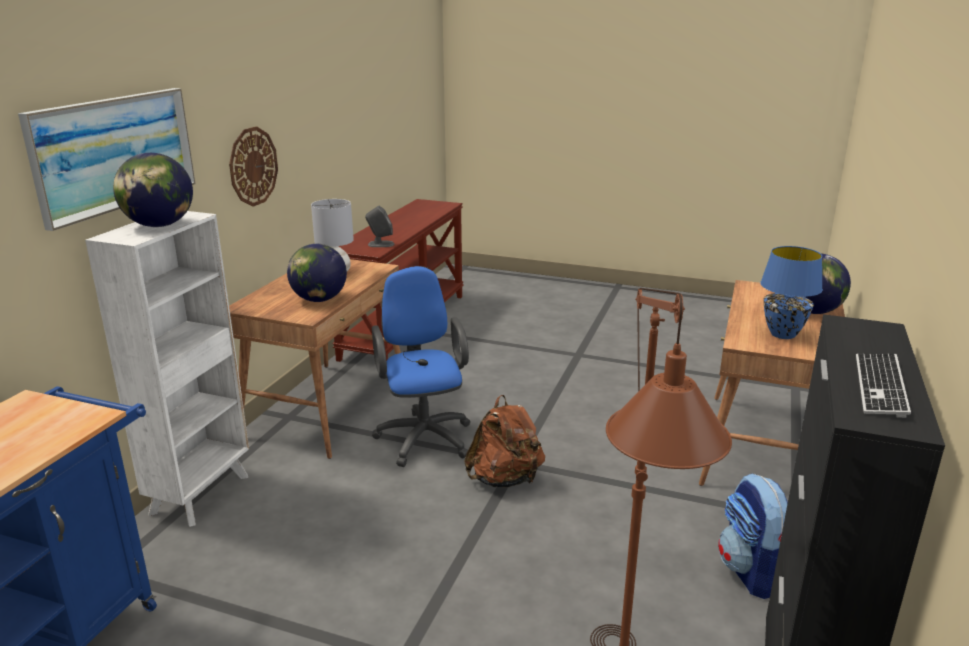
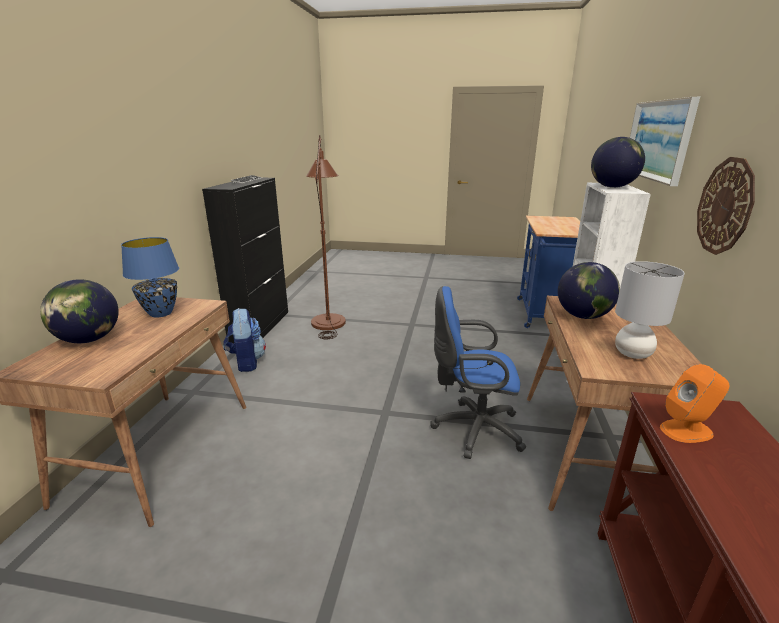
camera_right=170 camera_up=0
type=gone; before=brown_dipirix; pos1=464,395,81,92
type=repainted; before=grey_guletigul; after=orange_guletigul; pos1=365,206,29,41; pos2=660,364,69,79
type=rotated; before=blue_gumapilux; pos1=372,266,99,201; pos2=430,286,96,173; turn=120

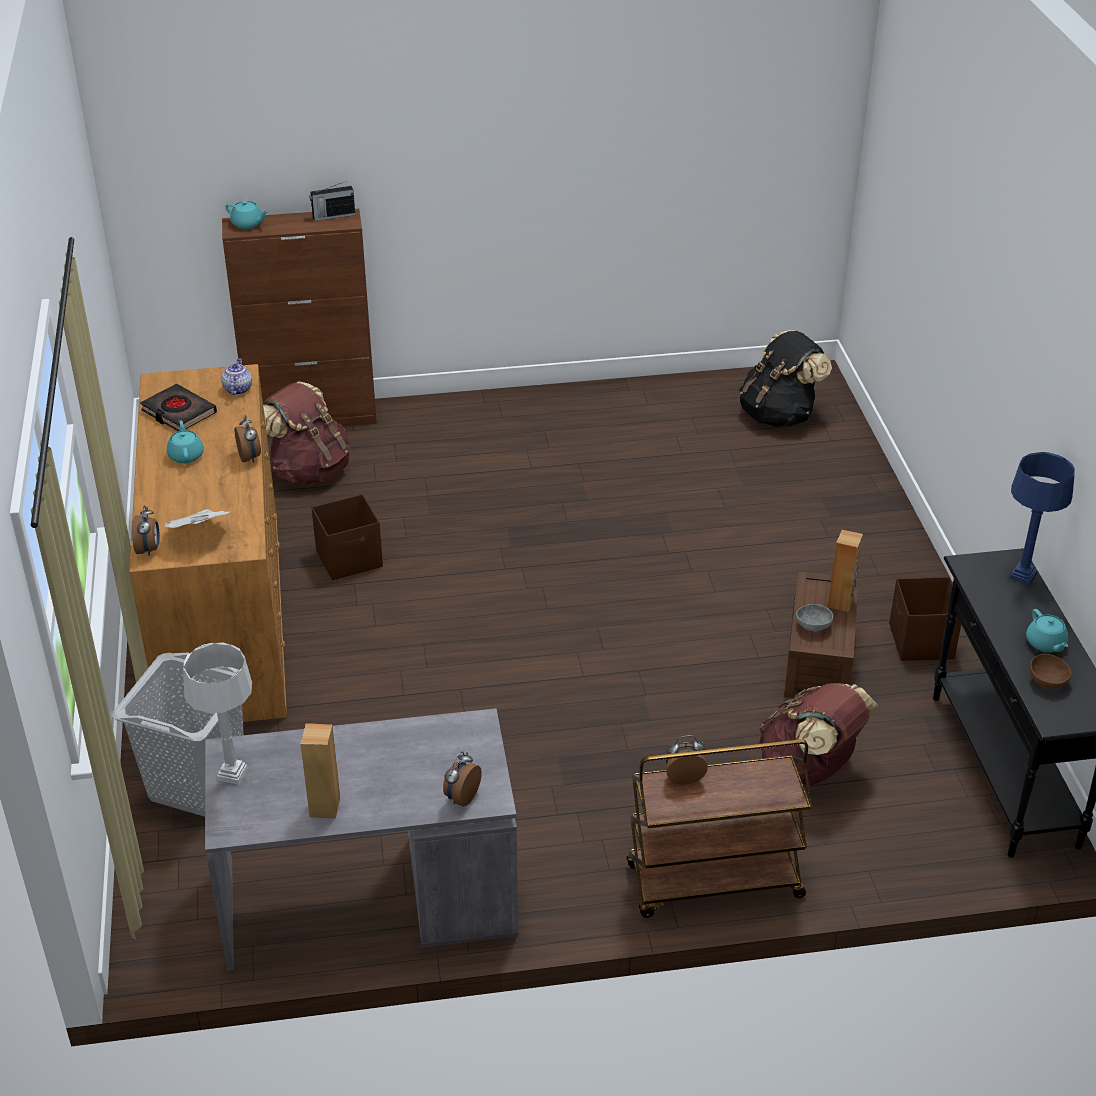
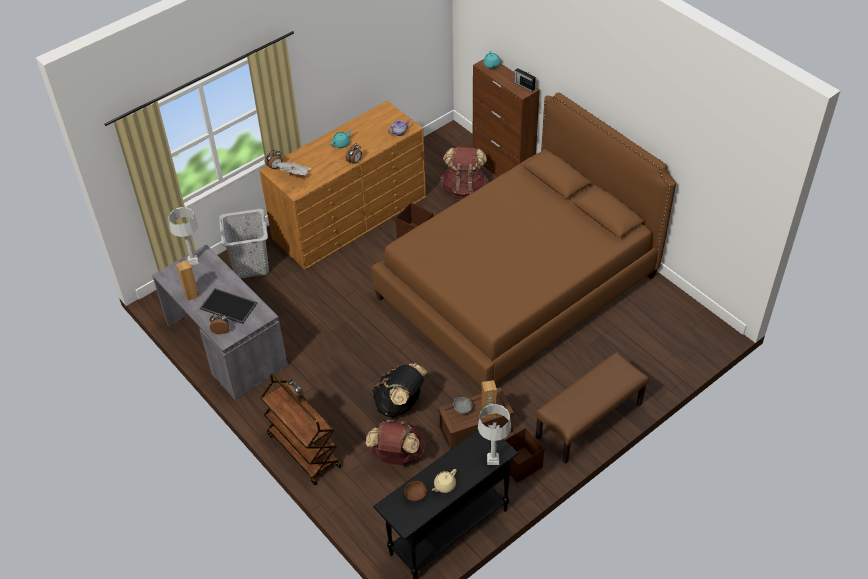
camera_right=60 camera_up=10
type=gone; before=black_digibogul; pos1=140,384,77,47
type=new; after=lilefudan; pos2=200,288,57,36
type=new; after=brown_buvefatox; pos2=372,93,304,297
type=new; after=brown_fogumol; pos2=536,352,113,112
type=shifted; before=black_dipirix; pos1=739,330,93,96; pos2=372,363,56,54
type=repainted; before=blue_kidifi; after=grey_kidifi; pos1=1009,452,66,134; pos2=478,404,33,61
type=repainted; before=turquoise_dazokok; after=beige_dazokok; pos1=1026,609,42,43; pos2=432,469,25,24

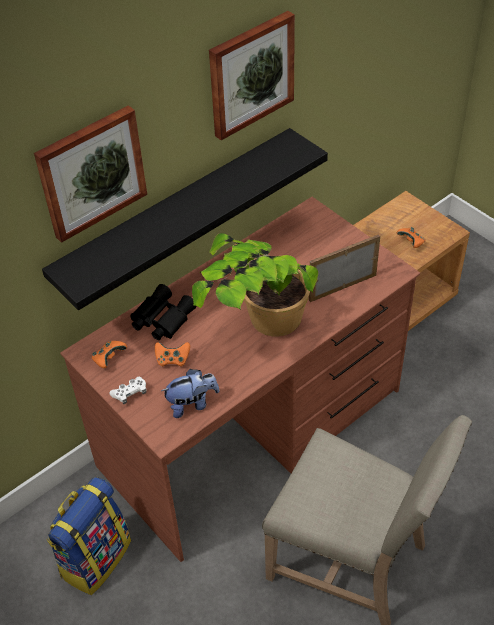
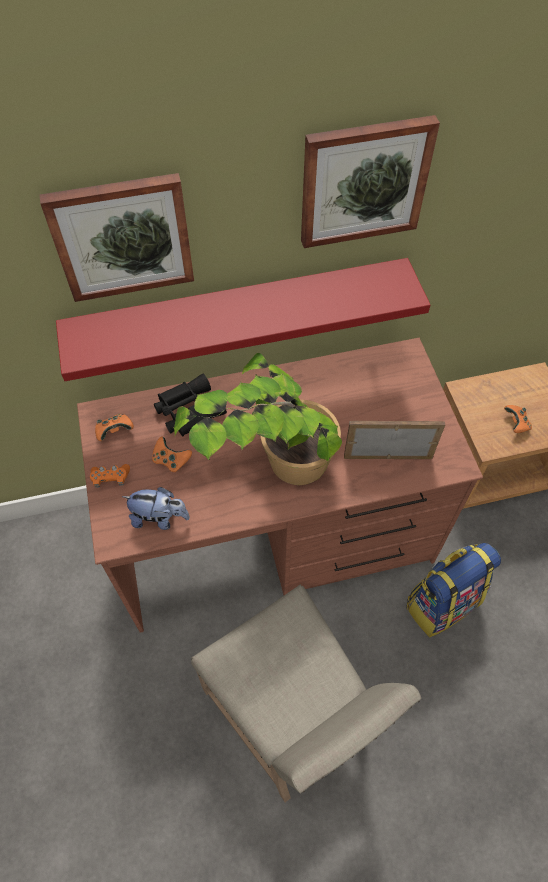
camera_right=25 camera_up=10
type=shifted; before=dipirix; pos1=47,477,84,118; pos2=407,543,94,94
type=repainted; before=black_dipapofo; after=red_dipapofo; pos1=42,128,286,182; pos2=56,258,374,123
type=repainted; before=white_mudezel; after=orange_mudezel; pos1=110,377,36,27; pos2=90,464,40,24

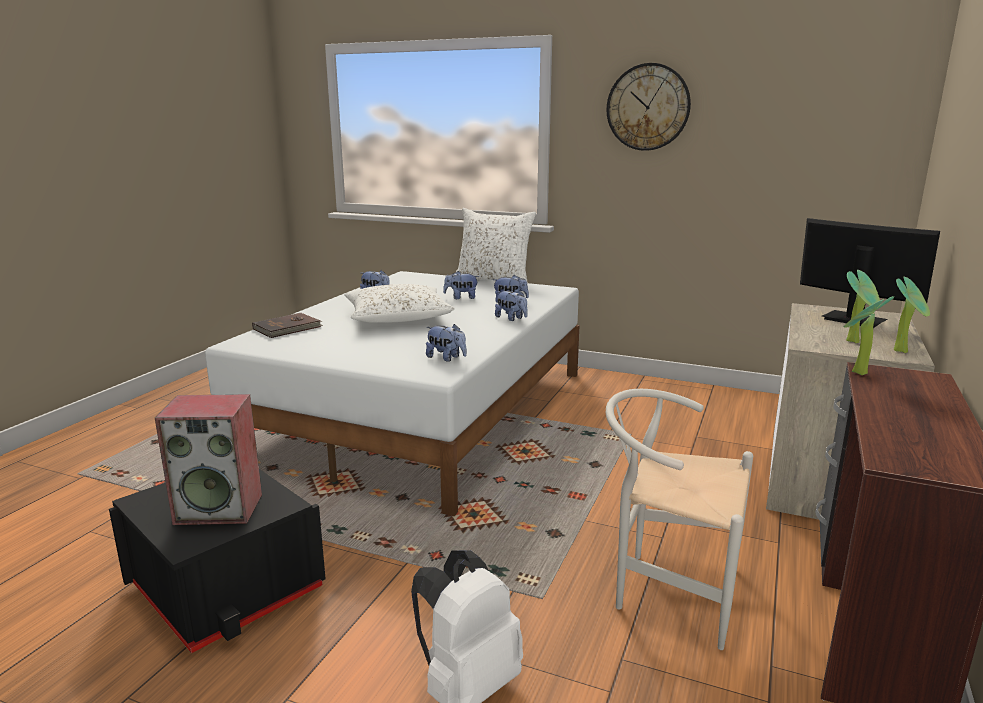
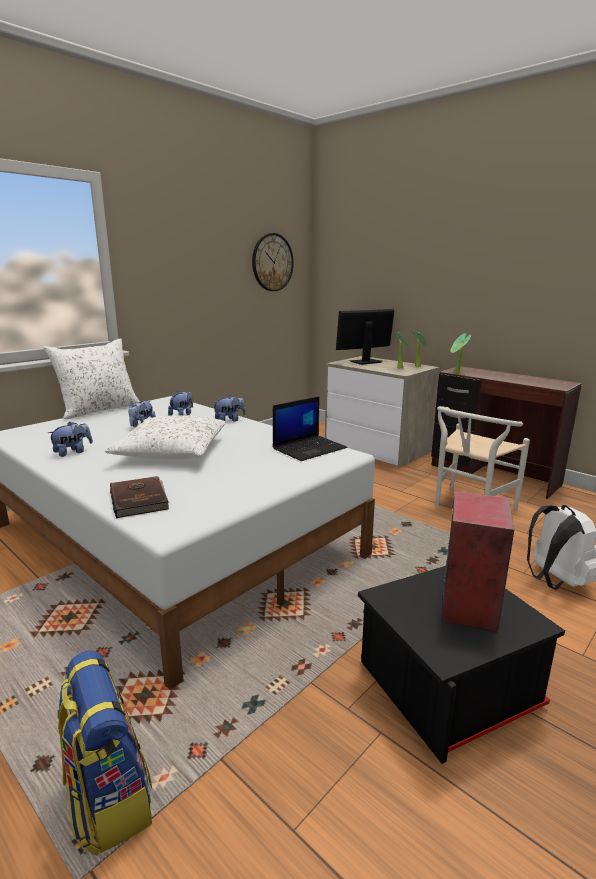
camera_right=-70 camera_up=0
type=new; after=dipirix; pos2=58,651,94,205
type=shifted; before=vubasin; pos1=606,63,85,88; pos2=252,233,42,58
type=swapped; before=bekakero; after=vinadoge; pos1=426,324,41,38; pos2=273,396,74,65

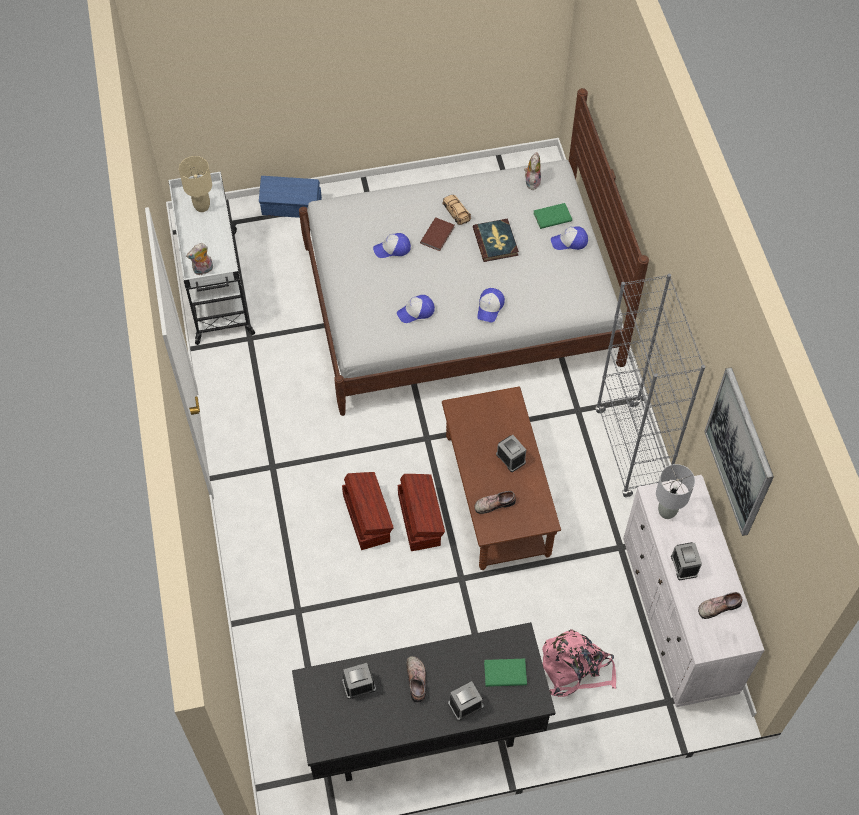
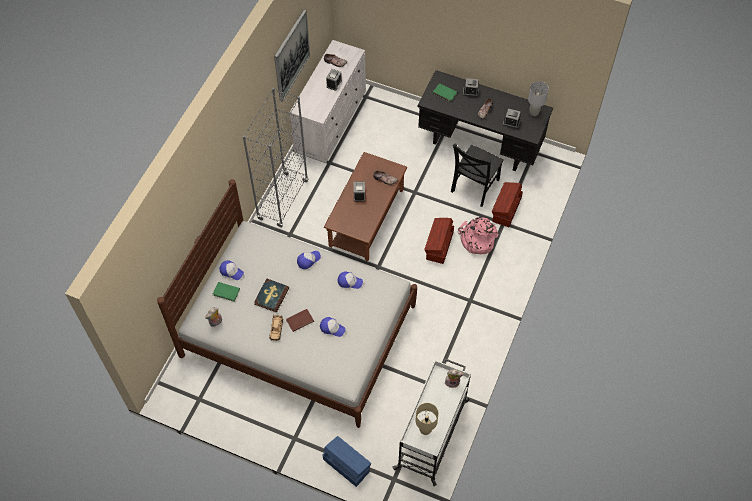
camera_right=-145 camera_up=0
type=new; after=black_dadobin; pos2=451,144,53,63
type=shifted; before=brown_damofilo; pos1=398,474,47,77; pos2=492,182,31,45
type=shifted; before=pink_dipirix; pos1=542,629,74,68; pos2=458,217,41,37
type=shifted; before=grey_kidifi; pos1=656,464,39,55; pos2=528,81,21,35

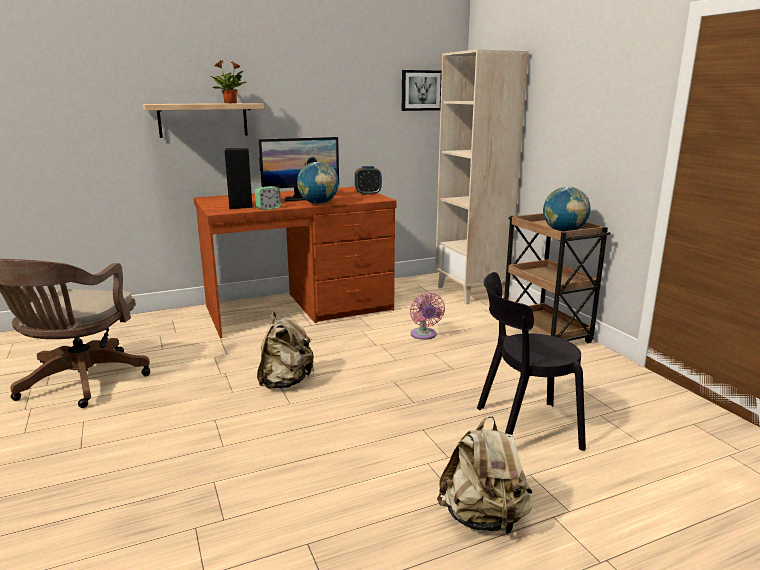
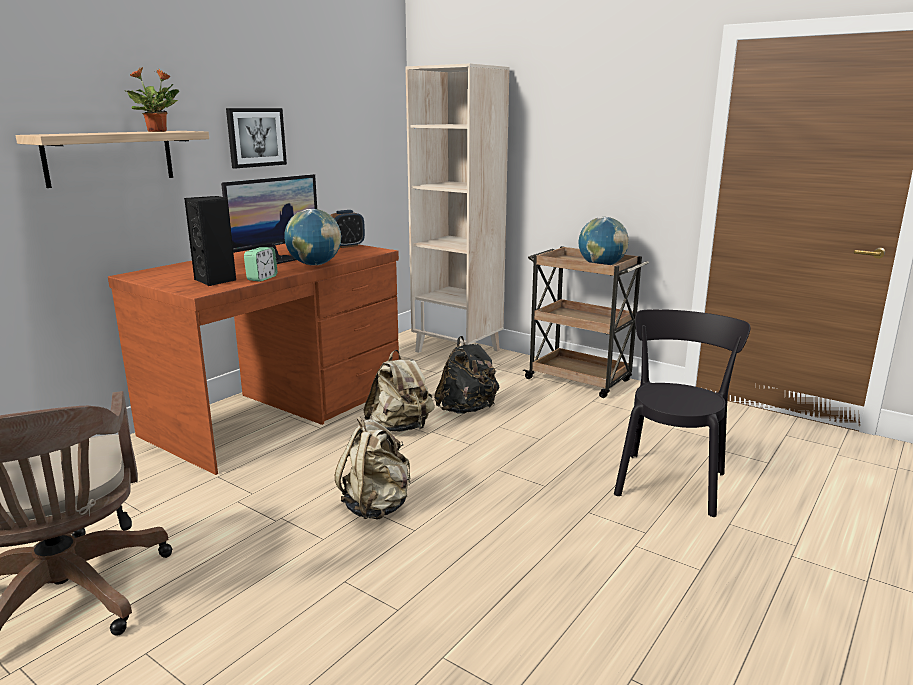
camera_right=-30 camera_up=0
type=shifted; before=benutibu; pos1=402,70,40,41; pos2=226,108,61,60
type=shifted; before=beige_dipirix; pos1=437,416,95,119; pos2=363,350,72,82
type=swapped; before=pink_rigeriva; after=black_dipirix; pos1=410,292,35,48; pos2=434,336,65,78
type=rotated; before=black_dadobin; pos1=477,272,109,179; pos2=614,309,136,208; turn=150

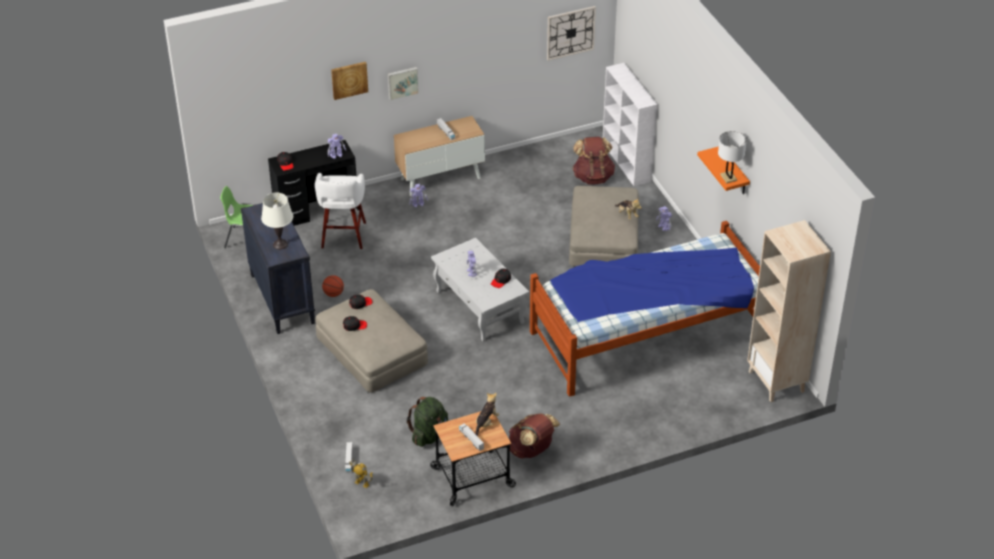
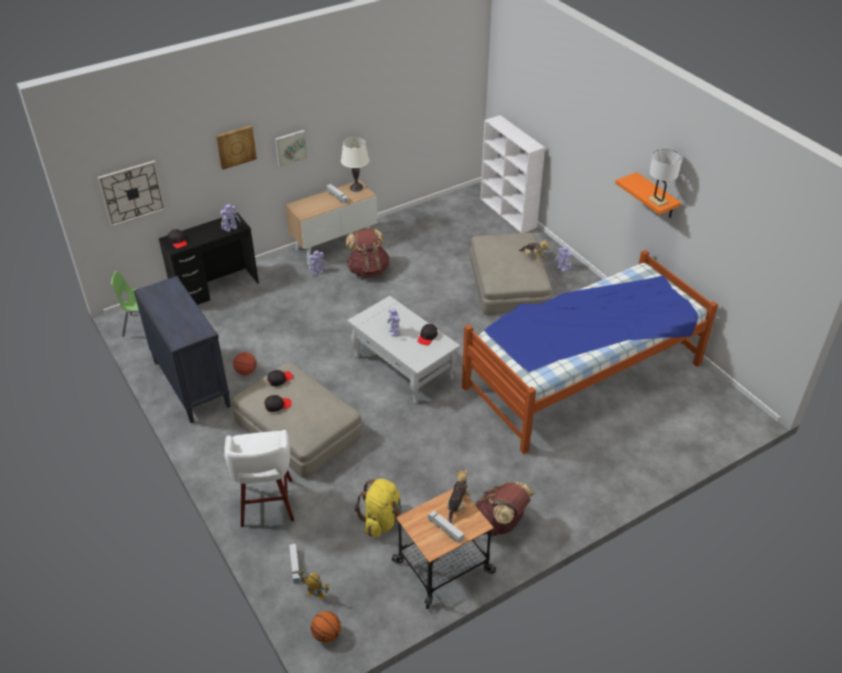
camera_right=-10 camera_up=0
type=gone; before=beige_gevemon; pos1=747,220,84,182
type=new; after=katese; pos2=311,611,30,32
type=shifted; before=white_kidifi; pos1=261,193,32,57; pos2=341,137,28,55
type=shifted; before=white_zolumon; pos1=315,173,51,76; pos2=224,429,70,98
type=shifted; before=vubasin; pos1=547,6,49,55; pos2=98,160,68,67
type=shifted; before=brown_dipirix; pos1=572,137,43,47; pos2=345,228,45,50
type=repainted; before=green_dipirix; after=yellow_dipirix; pos1=407,397,41,50; pos2=355,479,46,59

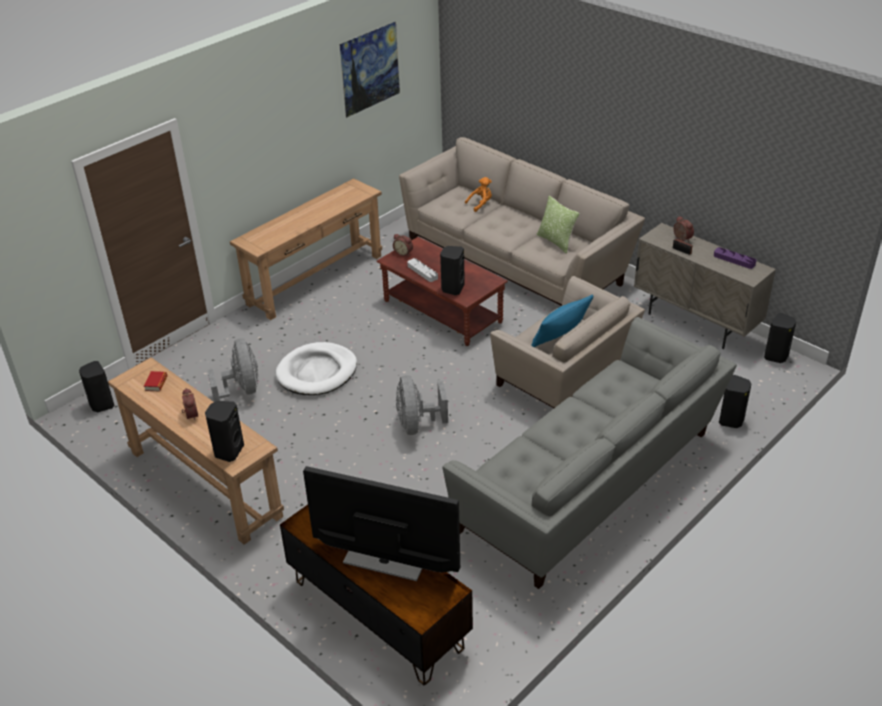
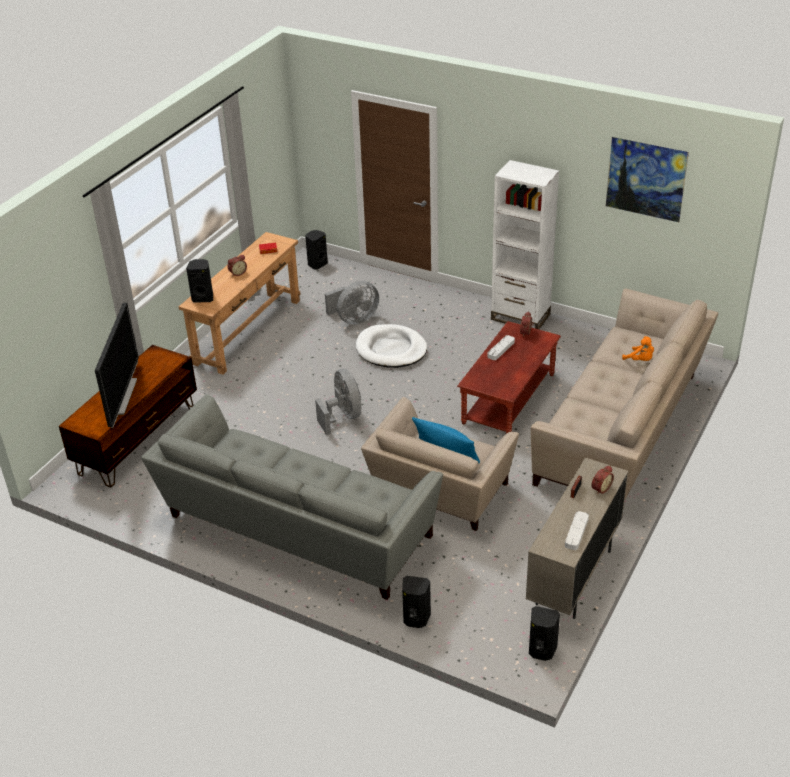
camera_right=75 camera_up=0
type=gone; before=black_guletigul; pos1=440,246,25,49
type=gone; before=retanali; pos1=537,196,42,58
type=swapped; before=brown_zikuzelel; after=white_gevemon; pos1=230,178,152,142; pos2=491,160,68,169
type=repainted; before=purple_lilefudan; after=grey_lilefudan; pos1=714,247,42,22; pos2=565,511,24,39
type=rotated; before=grey_rigeriva; pos1=396,375,52,60; pos2=315,369,47,66; turn=90

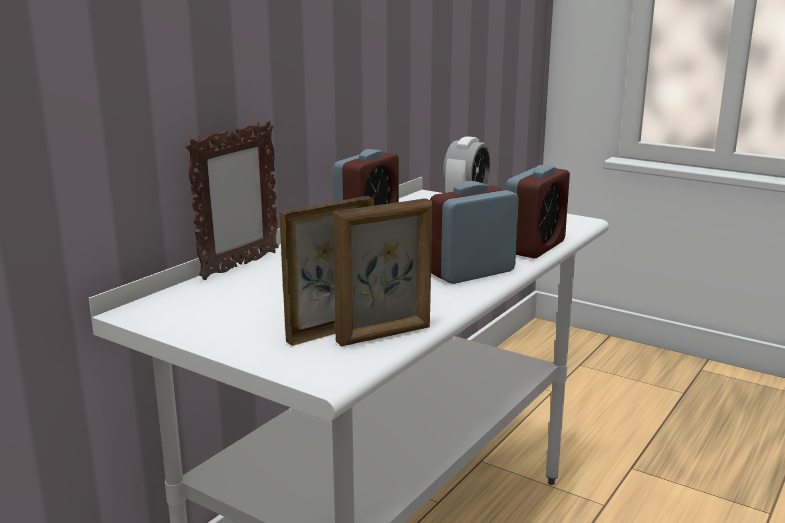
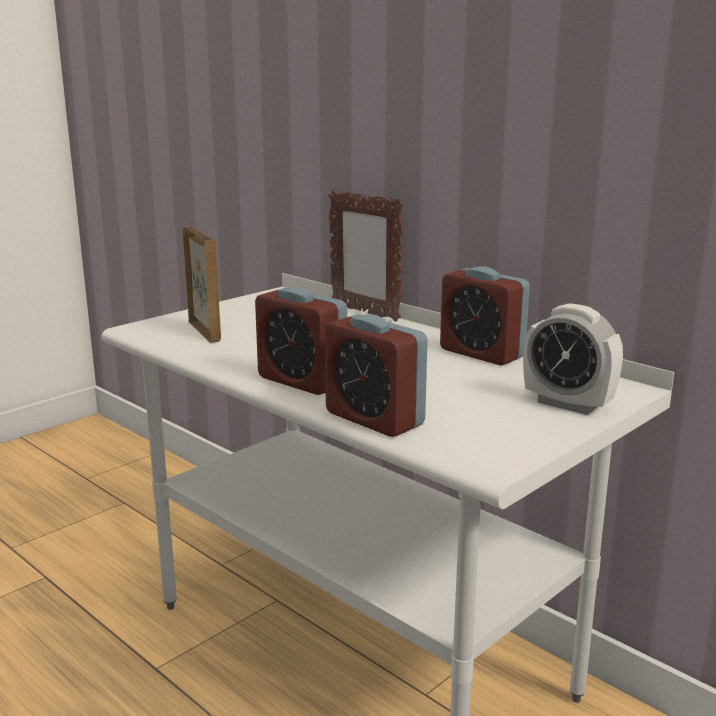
camera_right=100 camera_up=0
type=gone; before=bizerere; pos1=333,198,99,148
type=rotated; before=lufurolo; pos1=430,181,89,103; pos2=255,287,92,108; turn=150

